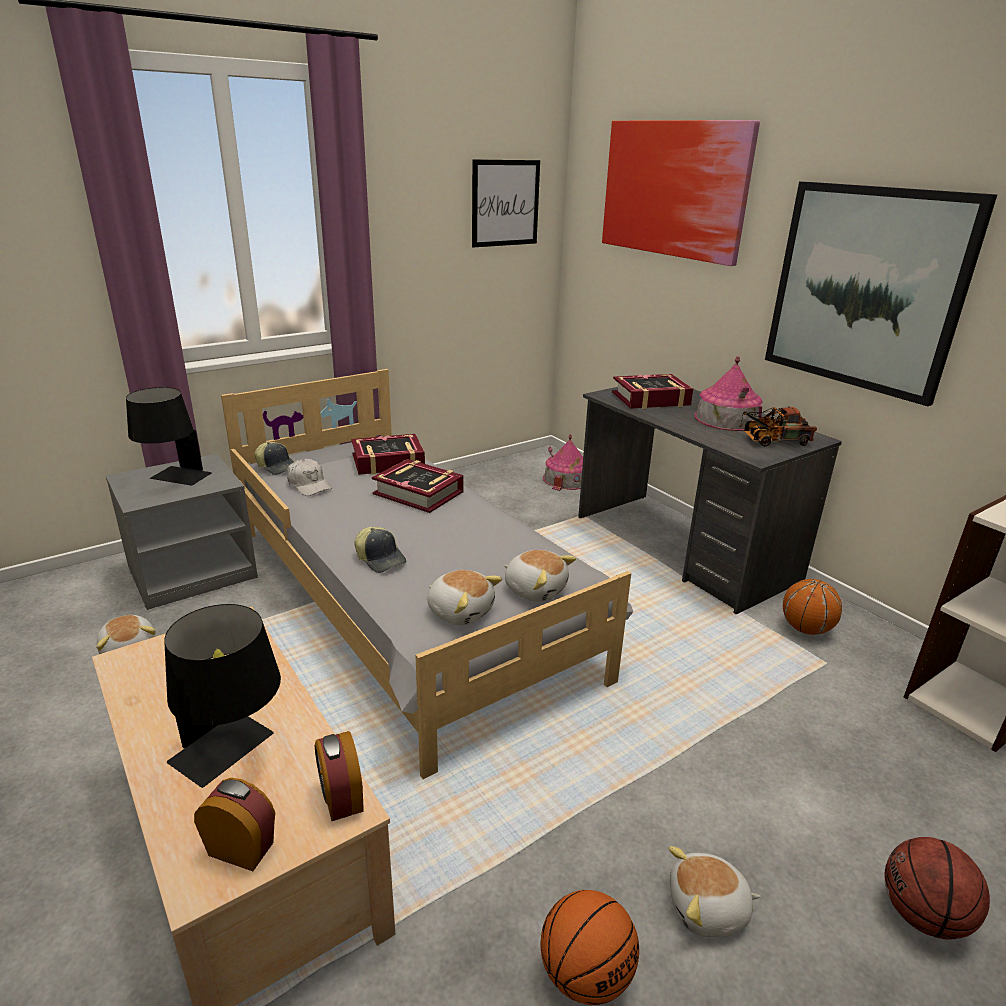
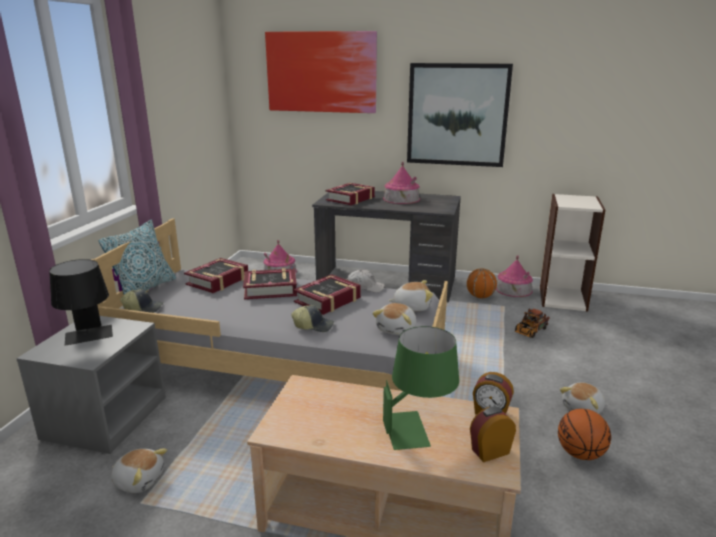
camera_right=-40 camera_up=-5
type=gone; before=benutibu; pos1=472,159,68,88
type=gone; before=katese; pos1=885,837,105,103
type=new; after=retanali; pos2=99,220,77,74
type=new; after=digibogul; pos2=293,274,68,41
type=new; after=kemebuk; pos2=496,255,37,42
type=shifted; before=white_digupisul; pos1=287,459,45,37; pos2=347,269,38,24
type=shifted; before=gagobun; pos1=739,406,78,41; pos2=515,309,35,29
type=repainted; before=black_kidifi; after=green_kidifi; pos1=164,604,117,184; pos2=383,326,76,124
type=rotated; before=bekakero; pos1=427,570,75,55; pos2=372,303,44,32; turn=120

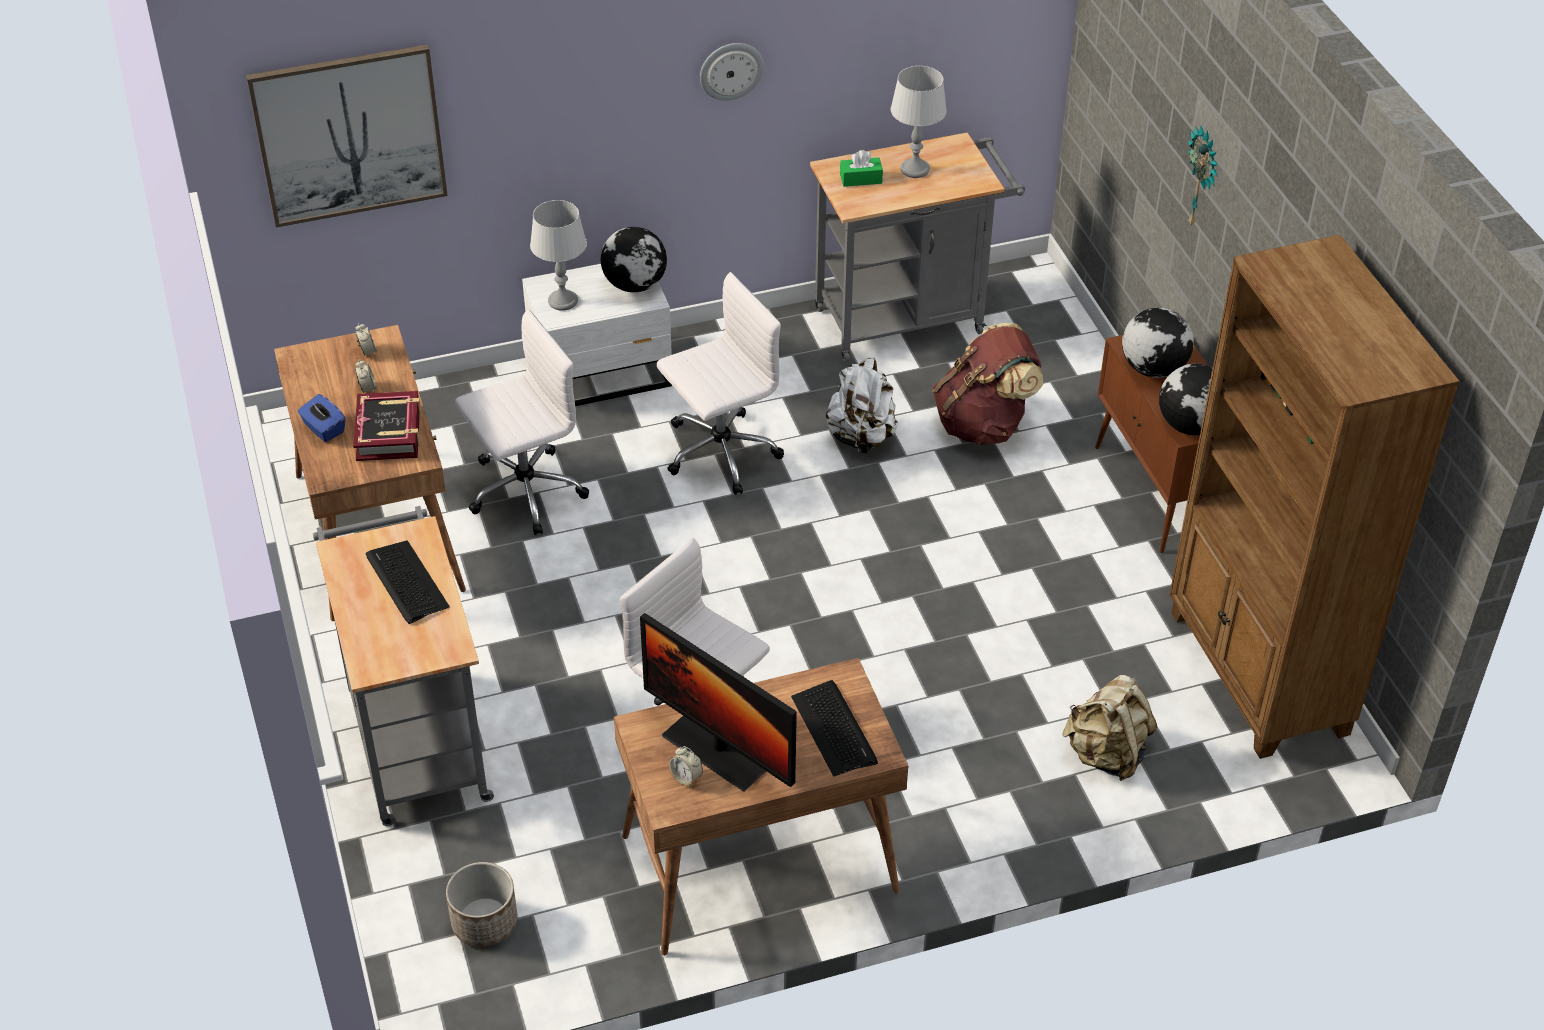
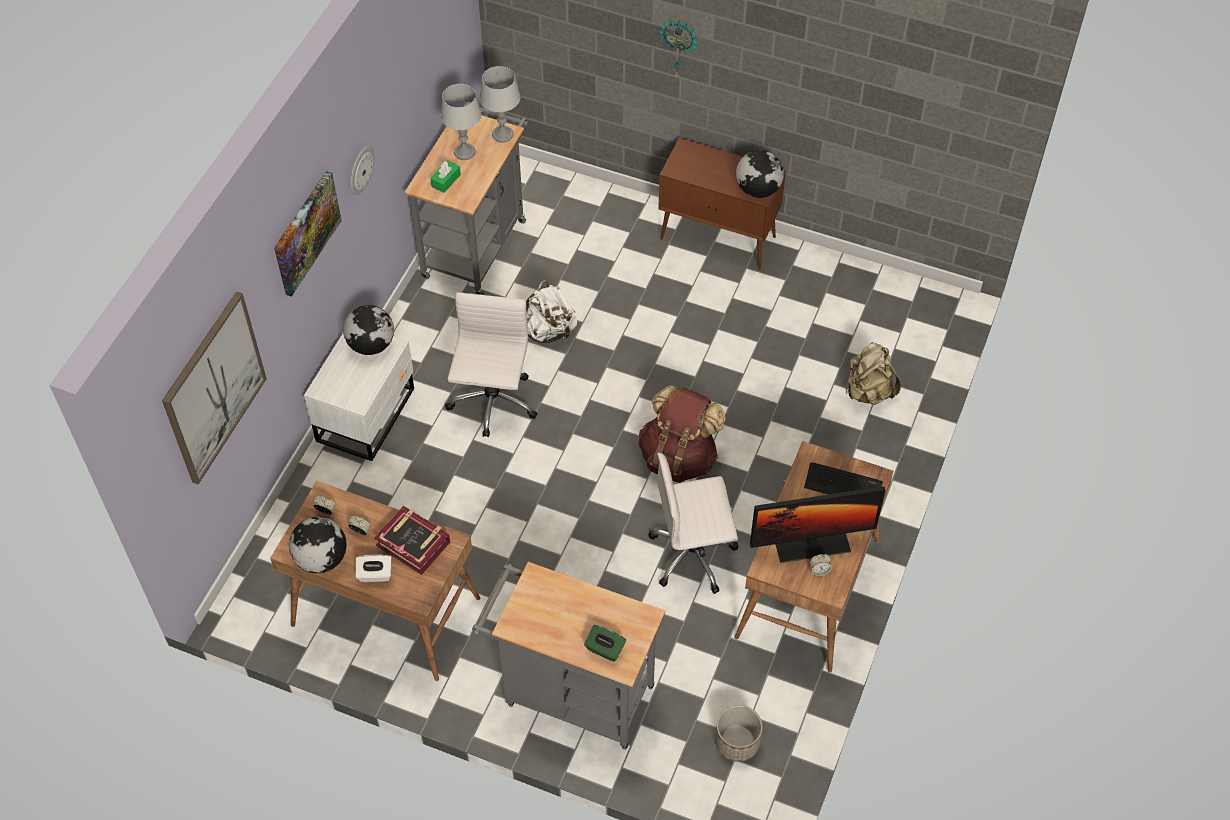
camera_right=-50 camera_up=10
type=gone; before=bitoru; pos1=366,540,84,84
type=gone; before=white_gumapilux; pos1=455,309,134,226
type=gone; before=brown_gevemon; pos1=1169,235,291,524
type=new; after=benutibu; pos2=274,171,68,126
type=new; after=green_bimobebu; pos2=584,625,42,37
type=shifted; before=grey_kidifi; pos1=530,200,57,111; pos2=480,66,40,77
type=shifted; before=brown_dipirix; pos1=933,323,110,123; pos2=638,385,88,98
type=shifted; before=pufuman; pos1=1122,308,72,70; pos2=289,517,58,56
type=repainted; before=blue_bimobebu; after=white_bimobebu; pos1=298,394,47,48; pos2=356,555,36,27

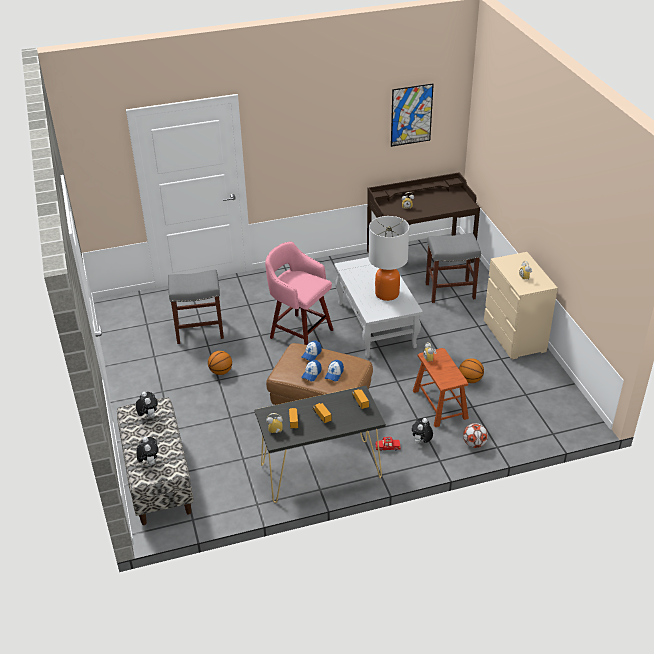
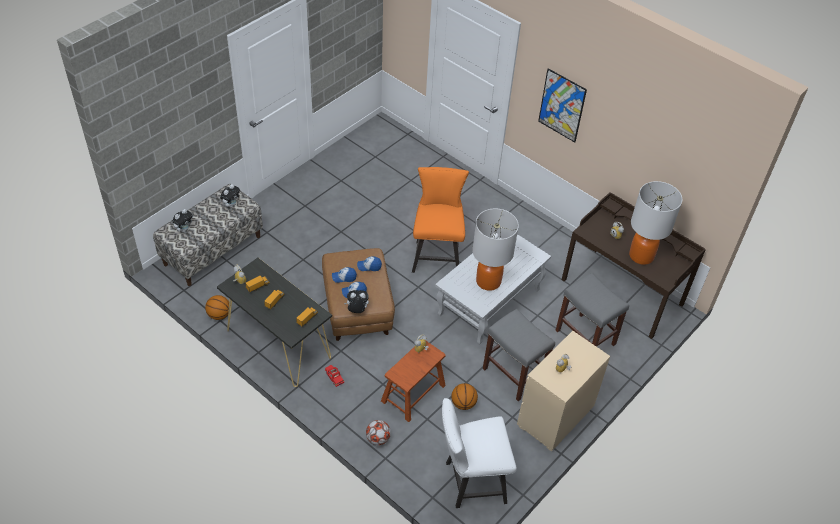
camera_right=55 camera_up=10
type=new; after=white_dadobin; pos2=442,398,75,110
type=new; after=kidifi; pos2=629,181,53,84
type=shifted; before=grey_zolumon; pos1=168,270,56,74; pos2=483,309,72,92
type=shifted; before=katese; pos1=208,351,24,24; pos2=205,295,24,25
type=shifted; before=benutibu; pos1=391,84,43,63; pos2=538,68,49,74
type=shifted; before=bekakero; pos1=412,418,21,25; pos2=344,290,25,23
type=swapped; before=pink_zolumon; after=orange_dadobin; pos1=265,241,68,104; pos2=412,167,57,106

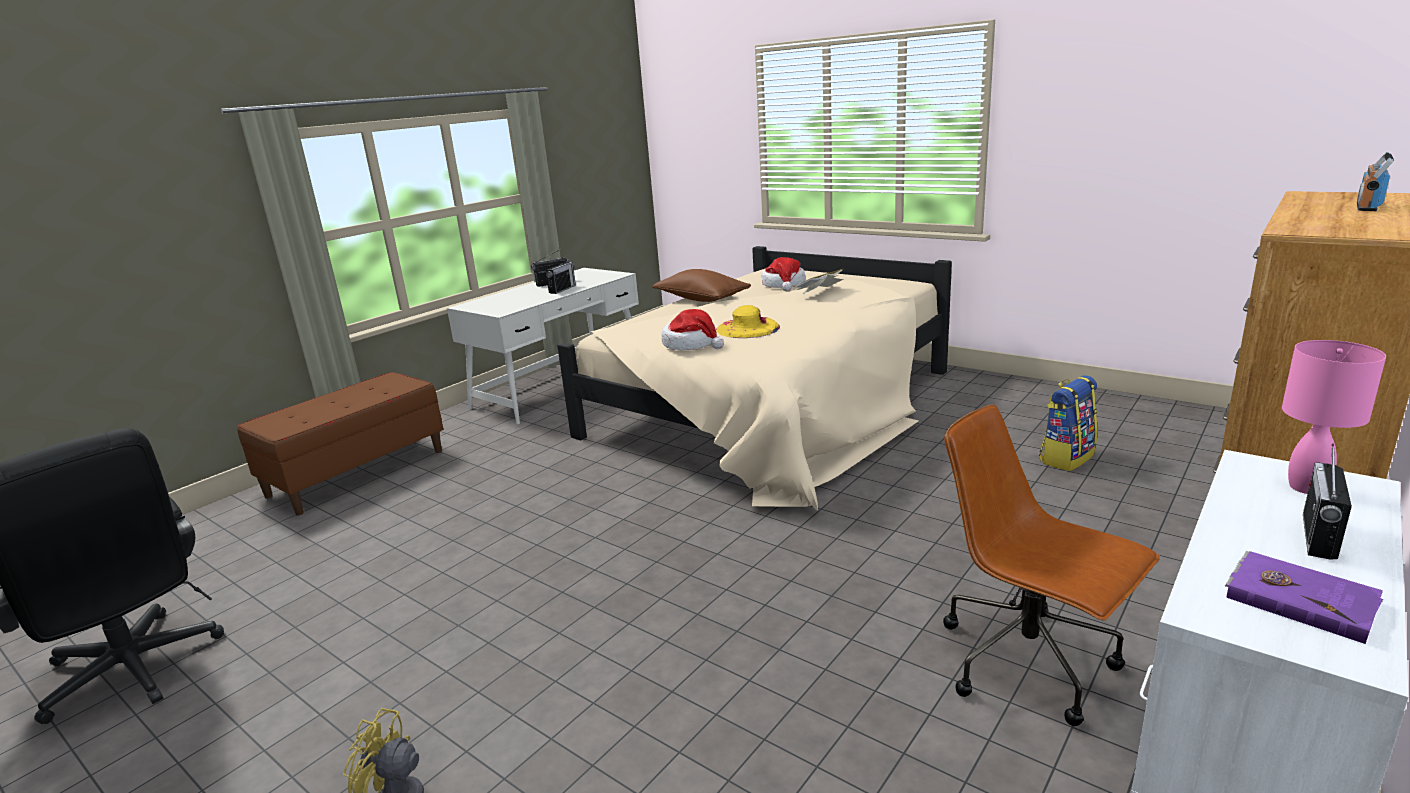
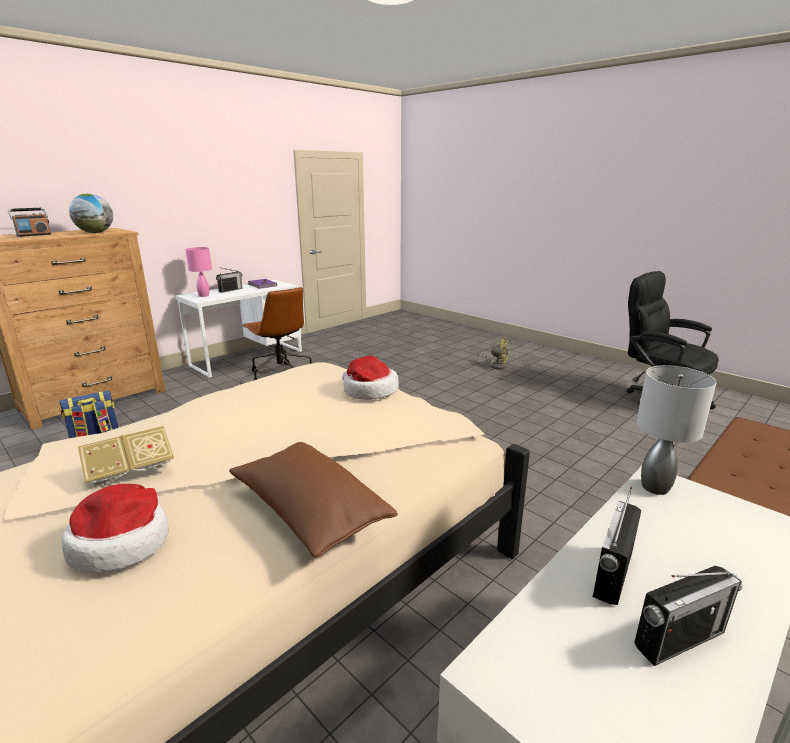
camera_right=-175 camera_up=0
type=gone; before=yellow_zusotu; pos1=716,305,64,33
type=new; after=pufuman; pos2=69,193,44,40
type=new; after=grey_kidifi; pos2=636,365,81,130

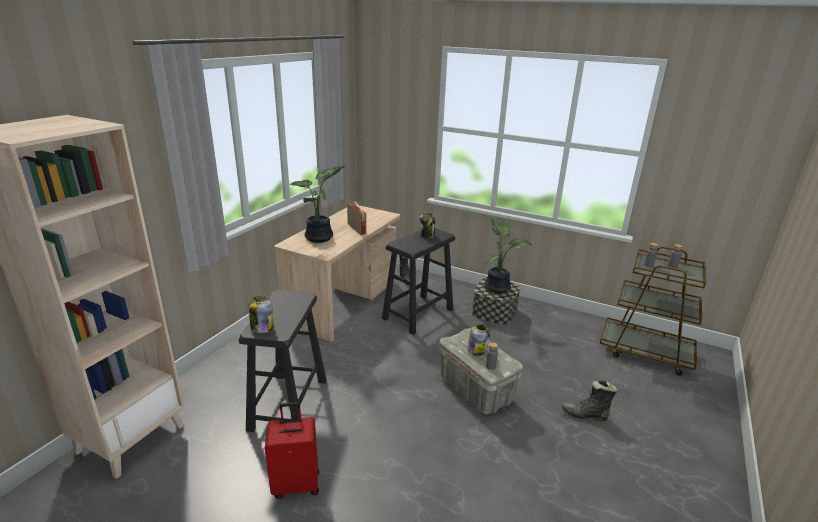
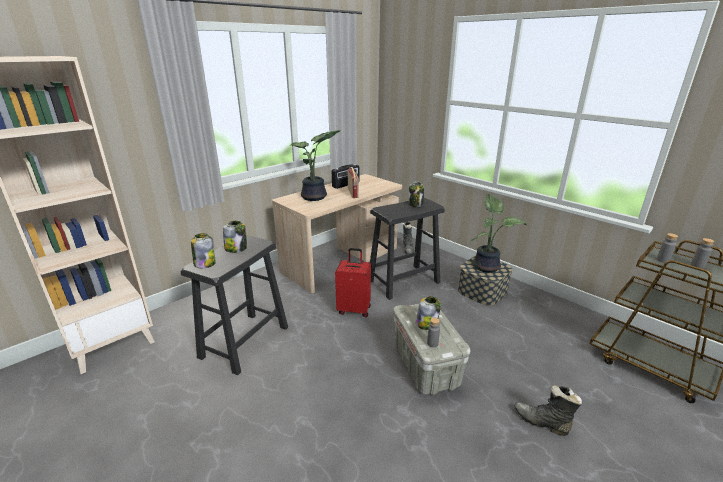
camera_right=20 camera_up=0
type=new; after=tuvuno; pos2=223,221,24,32
type=new; after=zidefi; pos2=332,164,28,25
type=shifted; before=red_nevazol; pos1=265,402,54,97; pos2=335,248,36,69

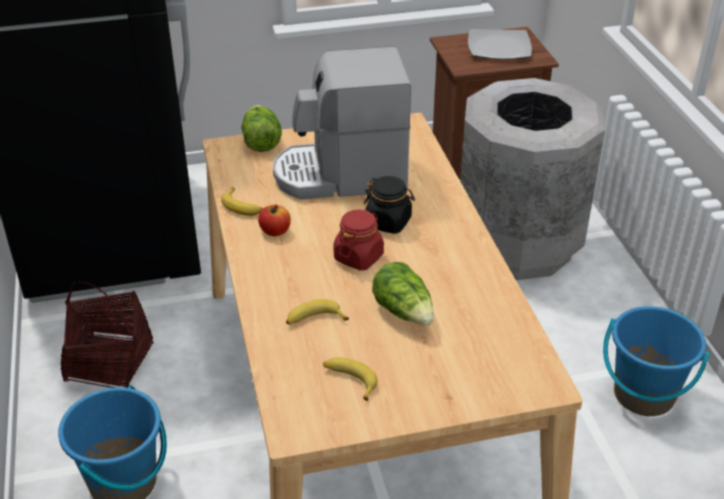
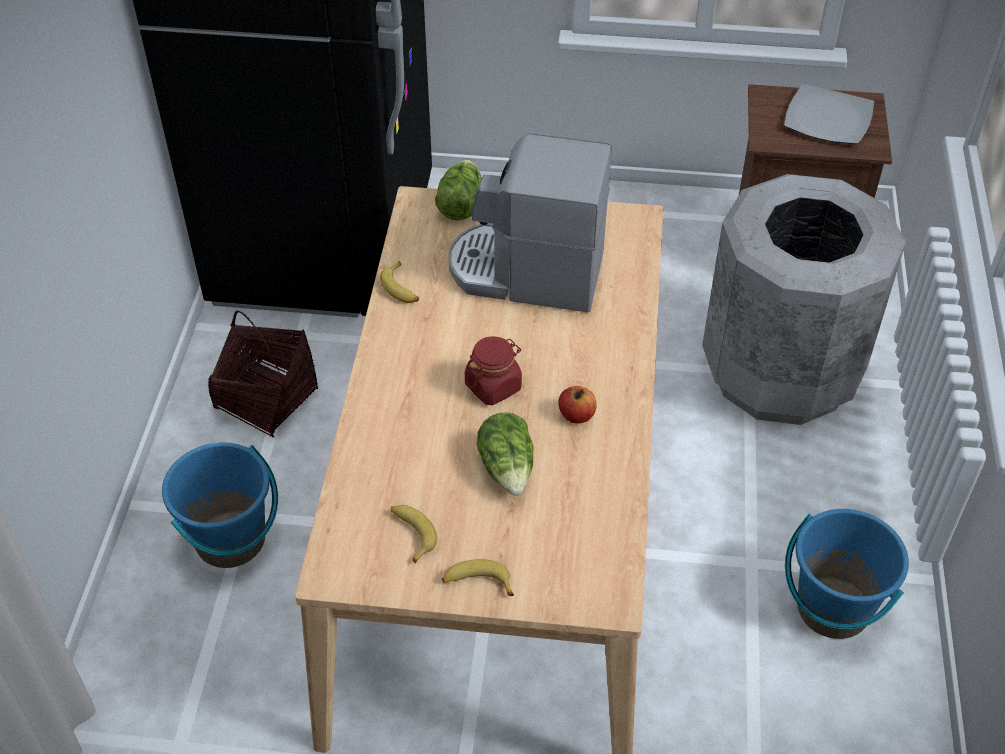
camera_right=20 camera_up=10
type=gone; before=black_tuvuno; pos1=364,176,51,58
type=shifted; before=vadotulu; pos1=258,204,33,32; pos2=558,386,39,38
type=shifted; before=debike; pos1=286,299,63,26; pos2=442,559,72,37

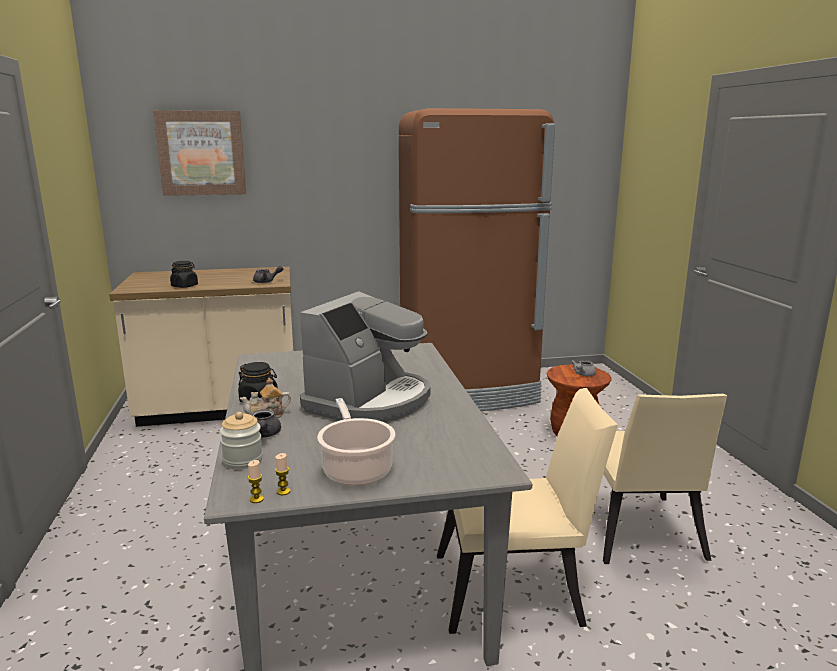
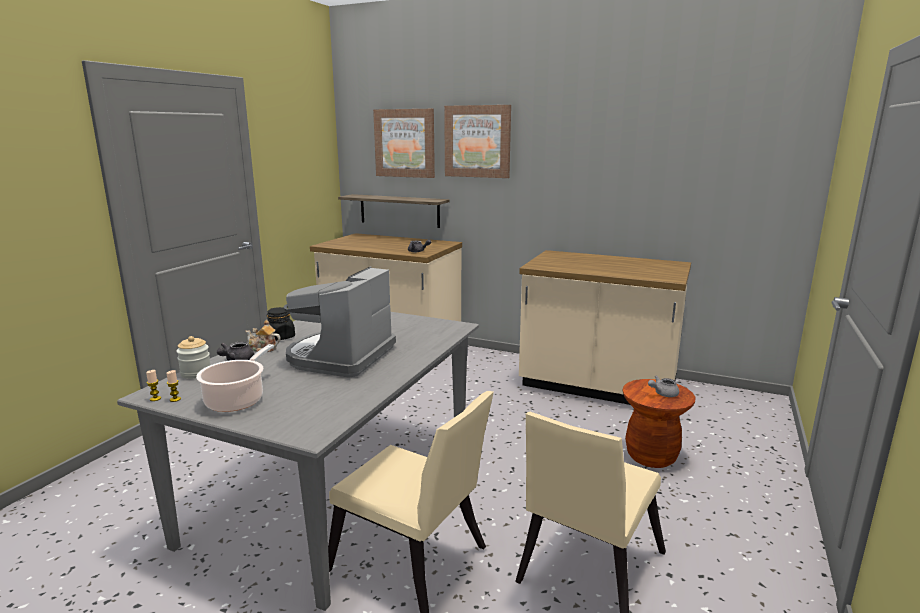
camera_right=35 camera_up=0
type=gone; before=black_tuvuno; pos1=170,261,28,27
type=new; after=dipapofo; pos2=338,194,112,34
type=new; after=benutibu; pos2=444,105,67,73
type=swapped; before=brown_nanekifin; after=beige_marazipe; pos1=399,108,156,303; pos2=519,250,172,155
type=rotated; before=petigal; pos1=300,291,130,132; pos2=284,267,112,111; turn=135

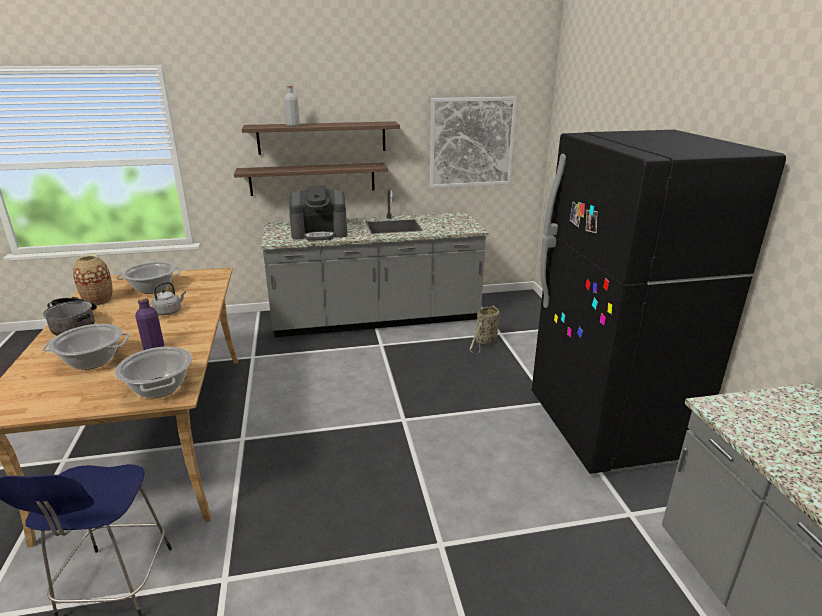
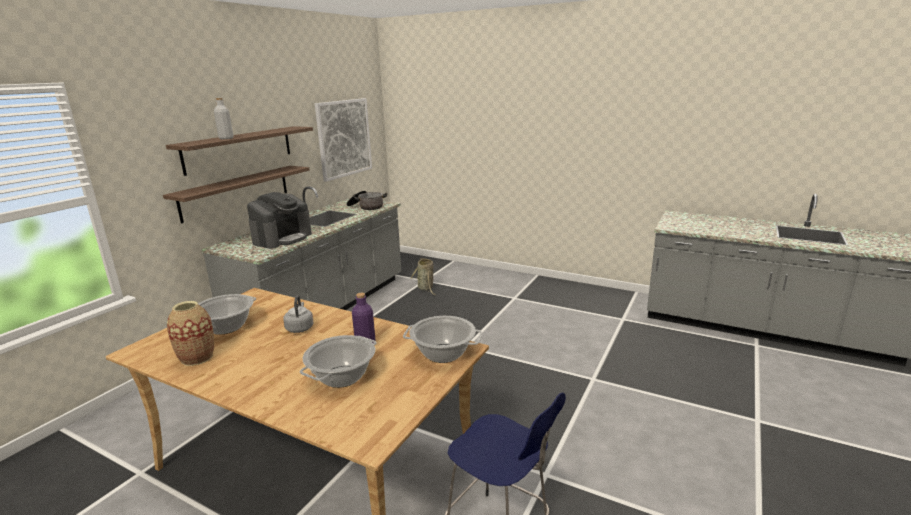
camera_right=-50 camera_up=-5
type=gone; before=black_nanekifin; pos1=532,130,254,344
type=shifted; before=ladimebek; pos1=43,297,54,39; pos2=347,191,40,19

